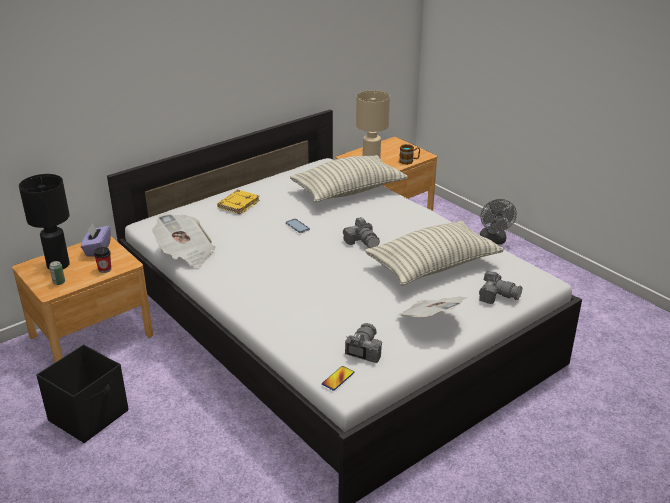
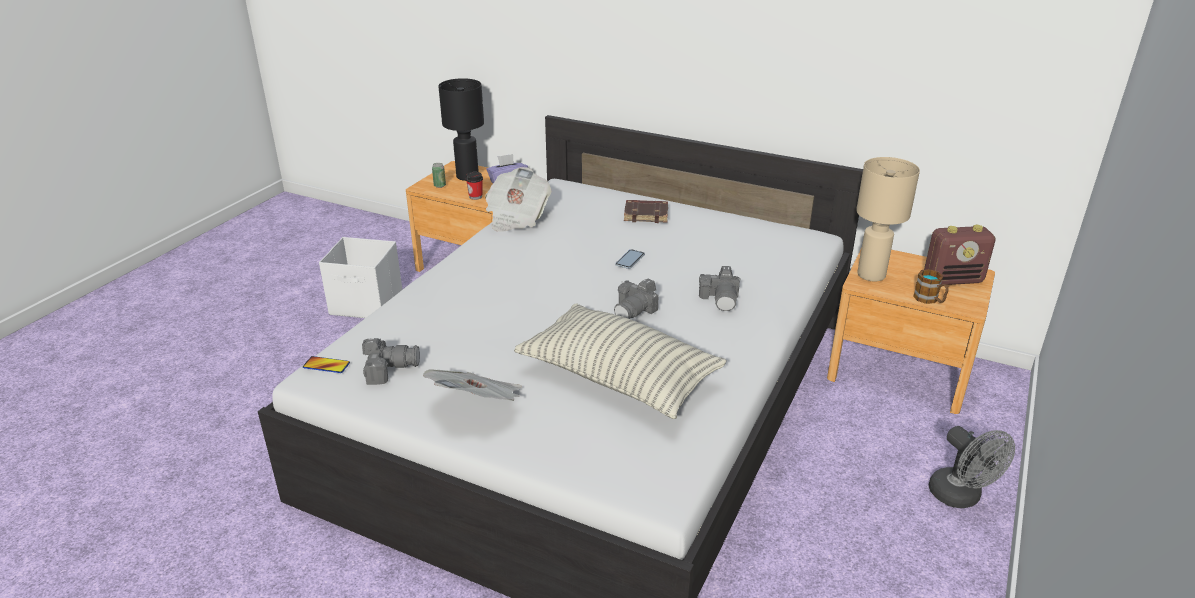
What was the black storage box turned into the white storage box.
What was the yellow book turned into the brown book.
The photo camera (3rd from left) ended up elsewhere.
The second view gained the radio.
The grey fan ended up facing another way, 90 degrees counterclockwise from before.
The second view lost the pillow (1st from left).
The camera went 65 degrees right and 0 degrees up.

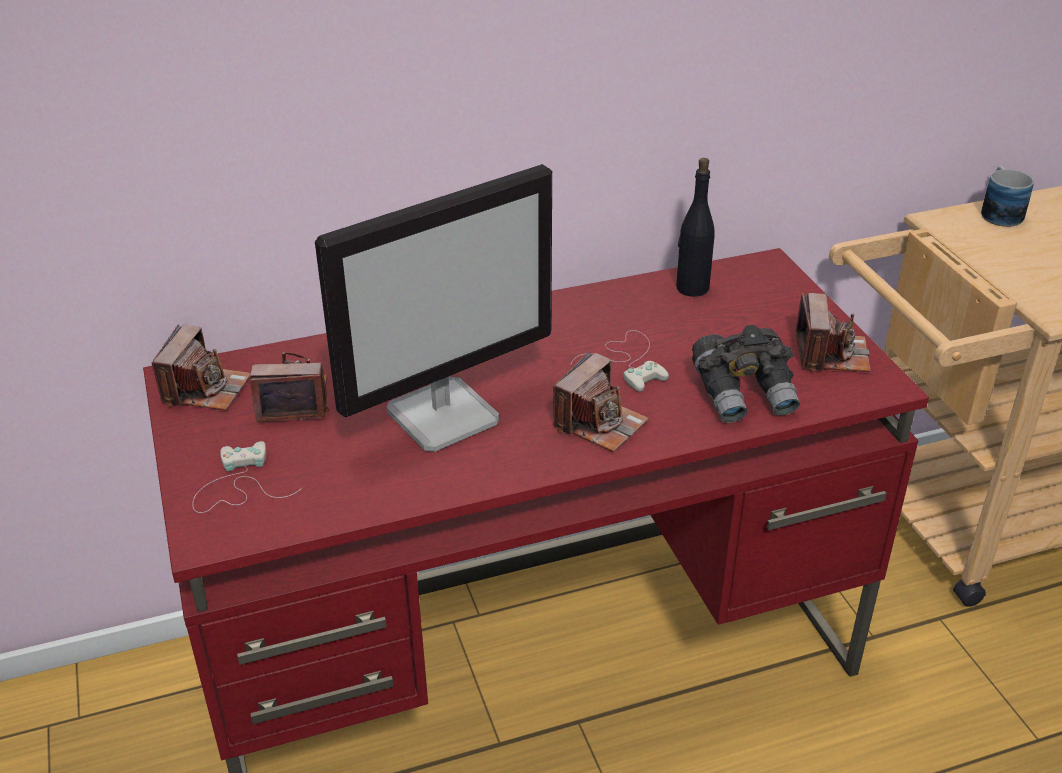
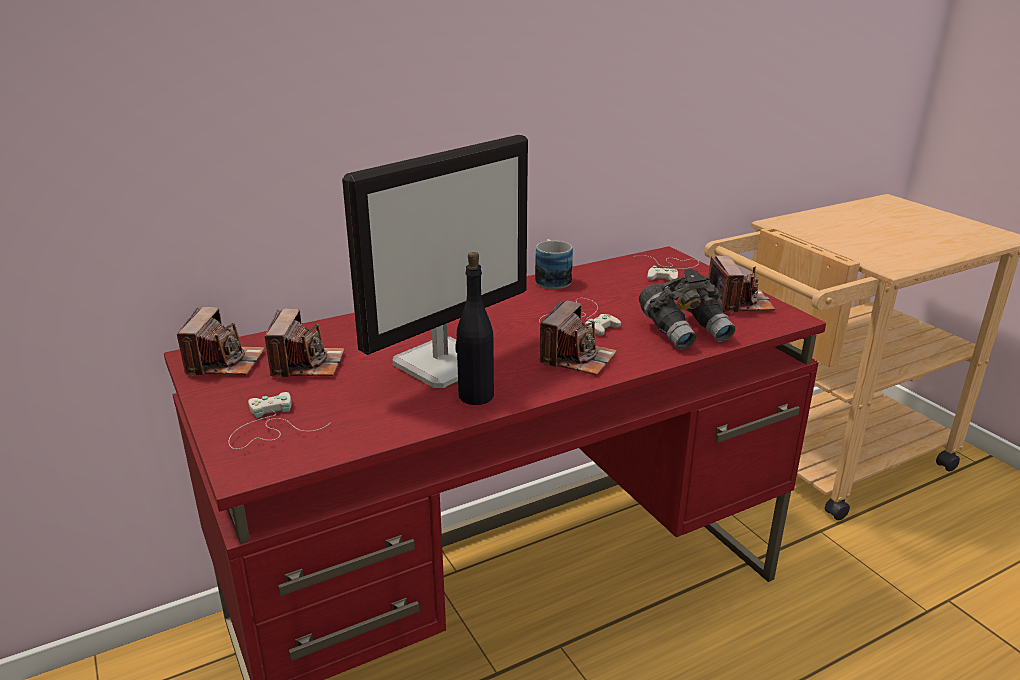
The photo camera (2nd from left) ended up facing another way, 105 degrees clockwise from before.
The black bottle ended up elsewhere.
The mug ended up elsewhere.
The second view gained the white game controller (3rd from left).
The camera went 10 degrees left and 10 degrees down.

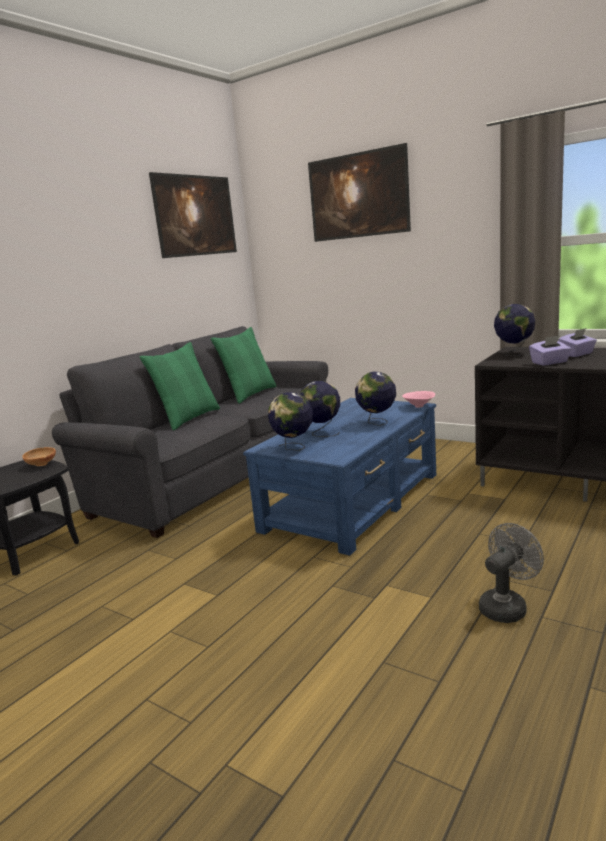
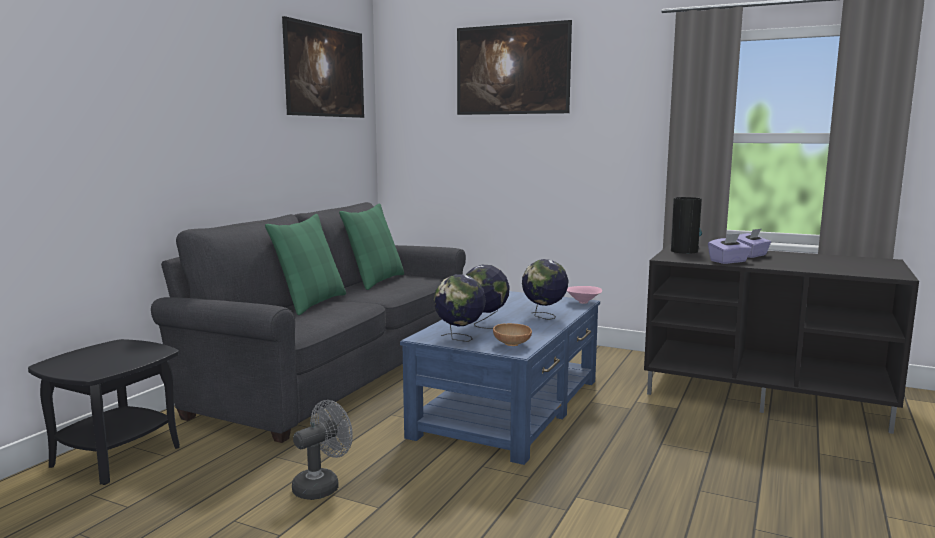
The grey fan ended up elsewhere.
The brown bowl ended up elsewhere.
Where the globe (4th from left) stood, the vase came to stand.
The camera went 10 degrees left and 5 degrees down.

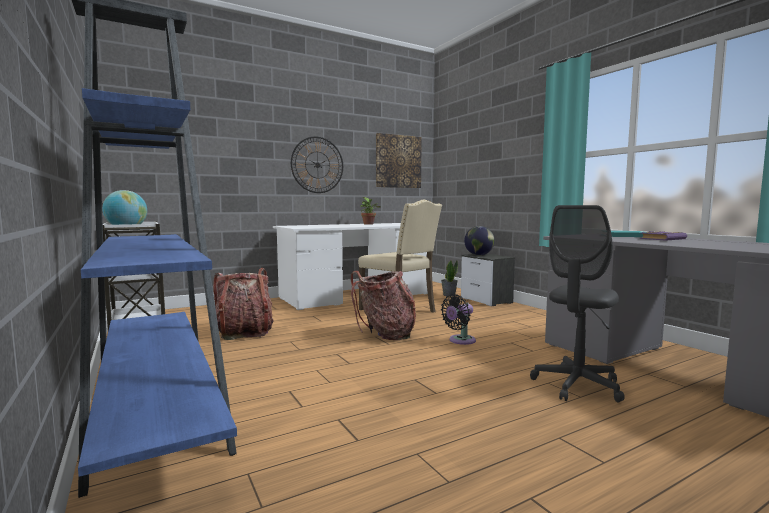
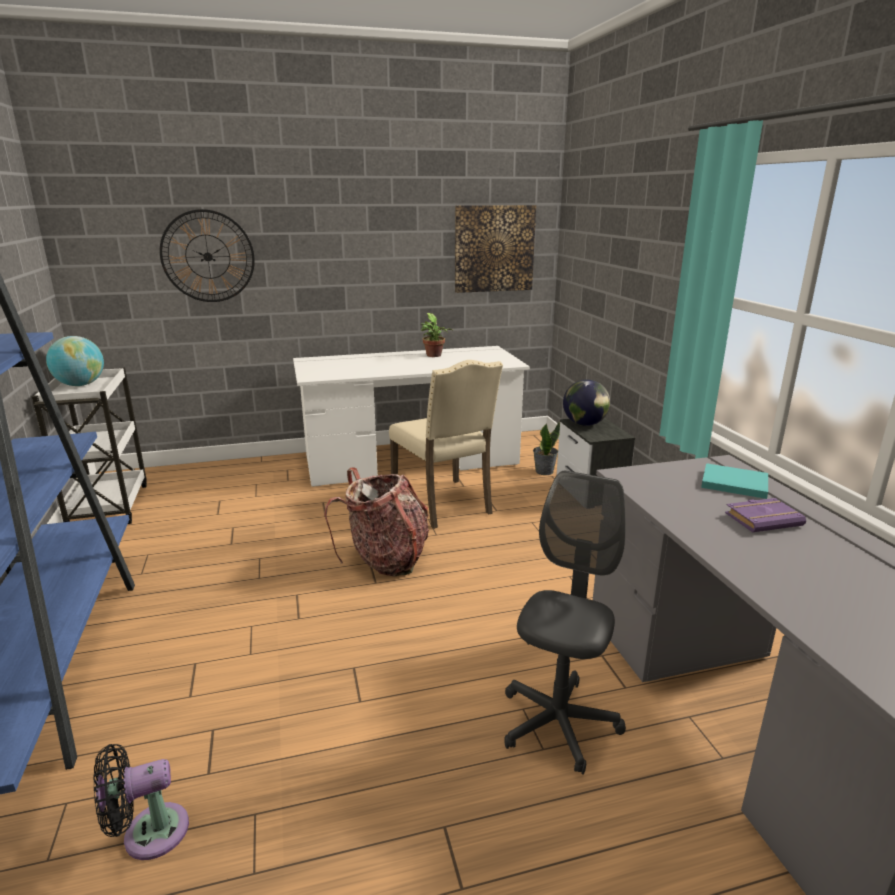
The black fan ended up elsewhere.
The wall clock ended up elsewhere.
The grey office chair ended up facing another way, 150 degrees clockwise from before.
The second view lost the backpack (1st from left).
The camera went 15 degrees right and 15 degrees up.

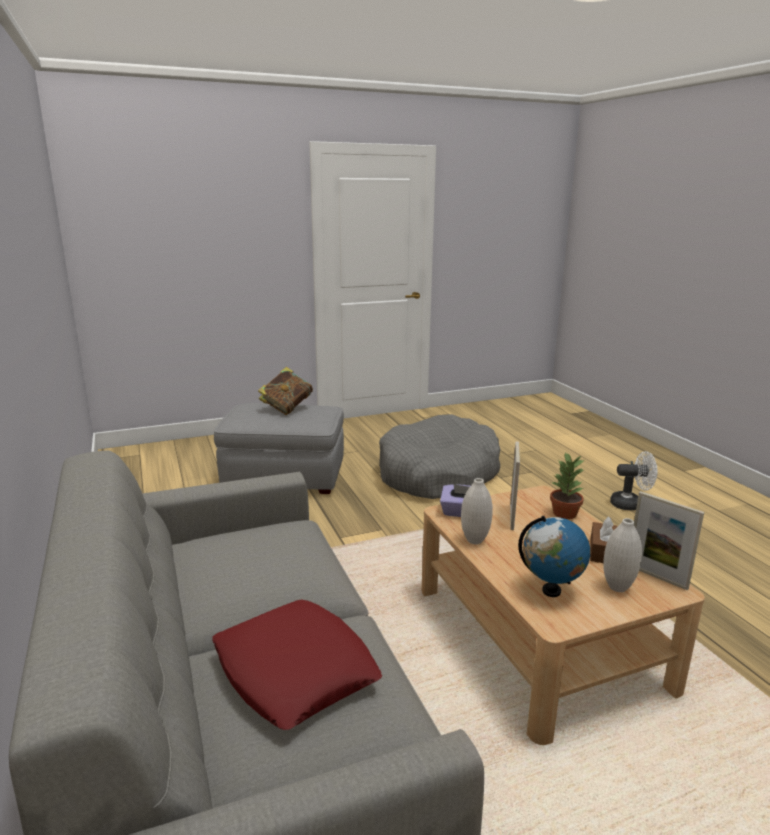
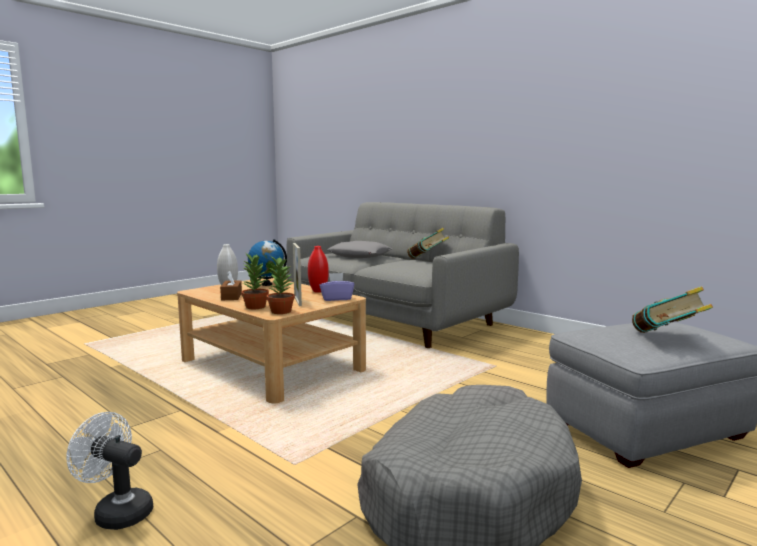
The white fan ended up facing another way, 45 degrees clockwise from before.
The second view gained the potted plant (2nd from left).
What was the white vase (1st from left) turned into the red vase.
What was the red pillow turned into the grey pillow.
The second view gained the book (1st from left).
The second view lost the picture frame (2nd from left).
The camera went 155 degrees right and 10 degrees down.

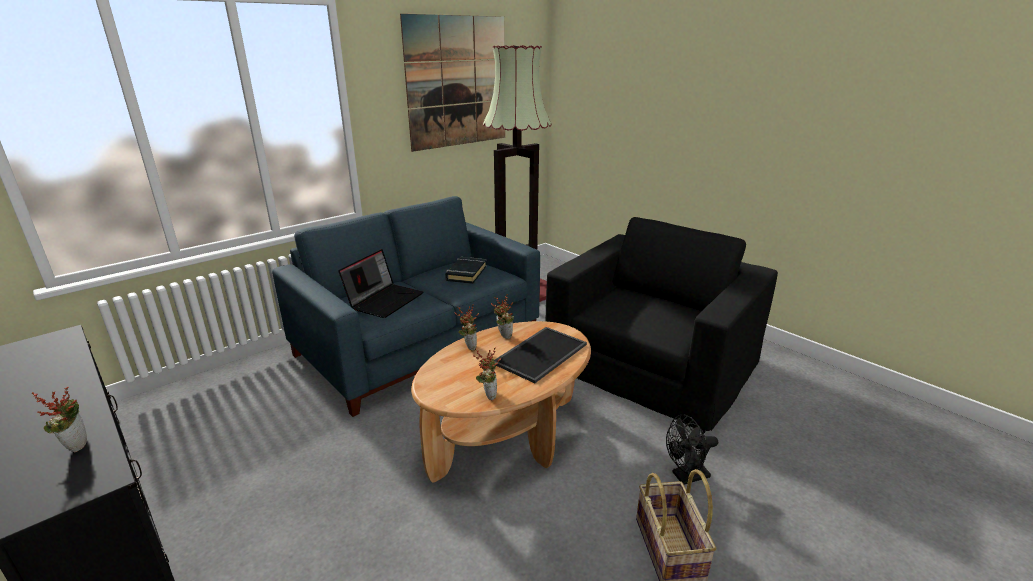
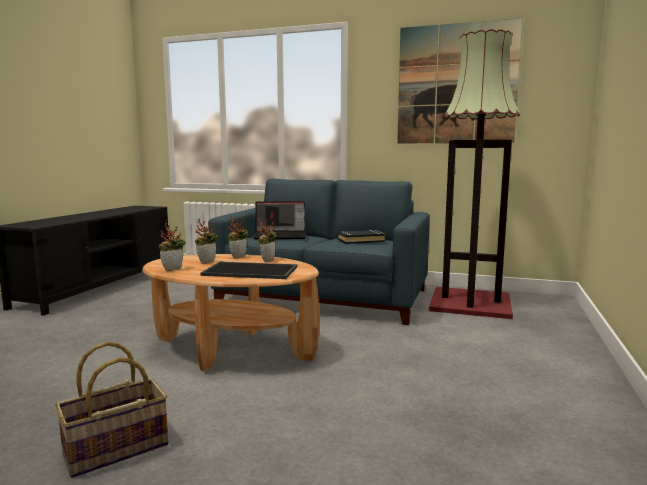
The potted plant (1st from left in the first image) ended up elsewhere.
The second view lost the black armchair.
The second view lost the black fan.
The camera went 60 degrees right and 15 degrees down.

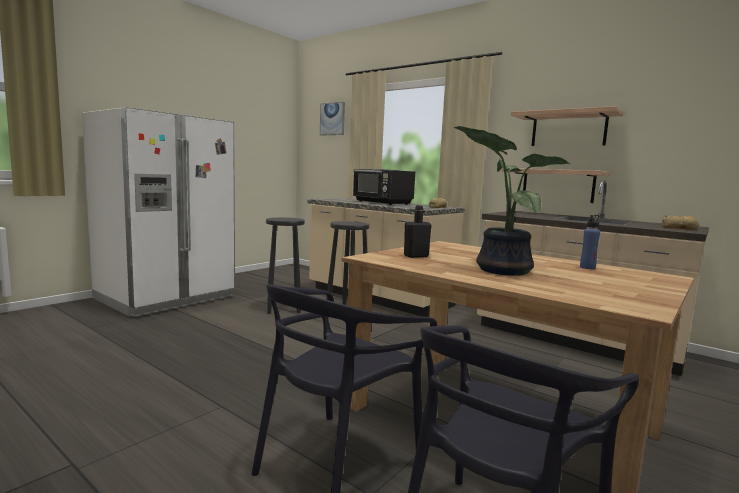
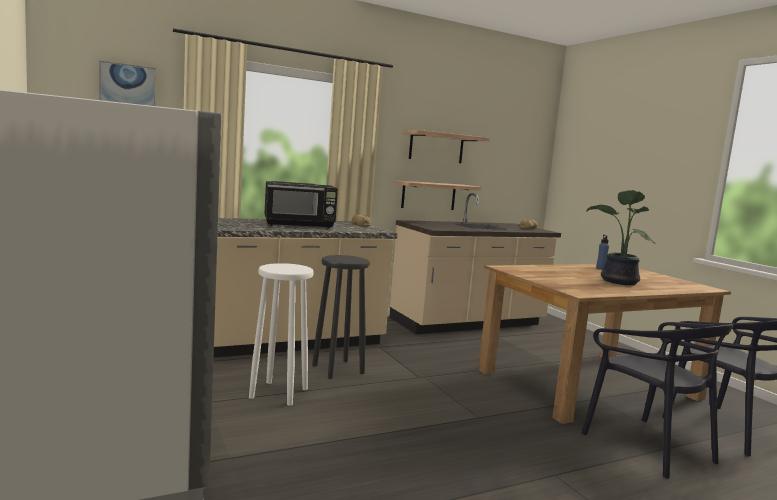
What was the black stool (1st from left) turned into the white stool.
The second view lost the black bottle.
The camera went 65 degrees left and 0 degrees up.

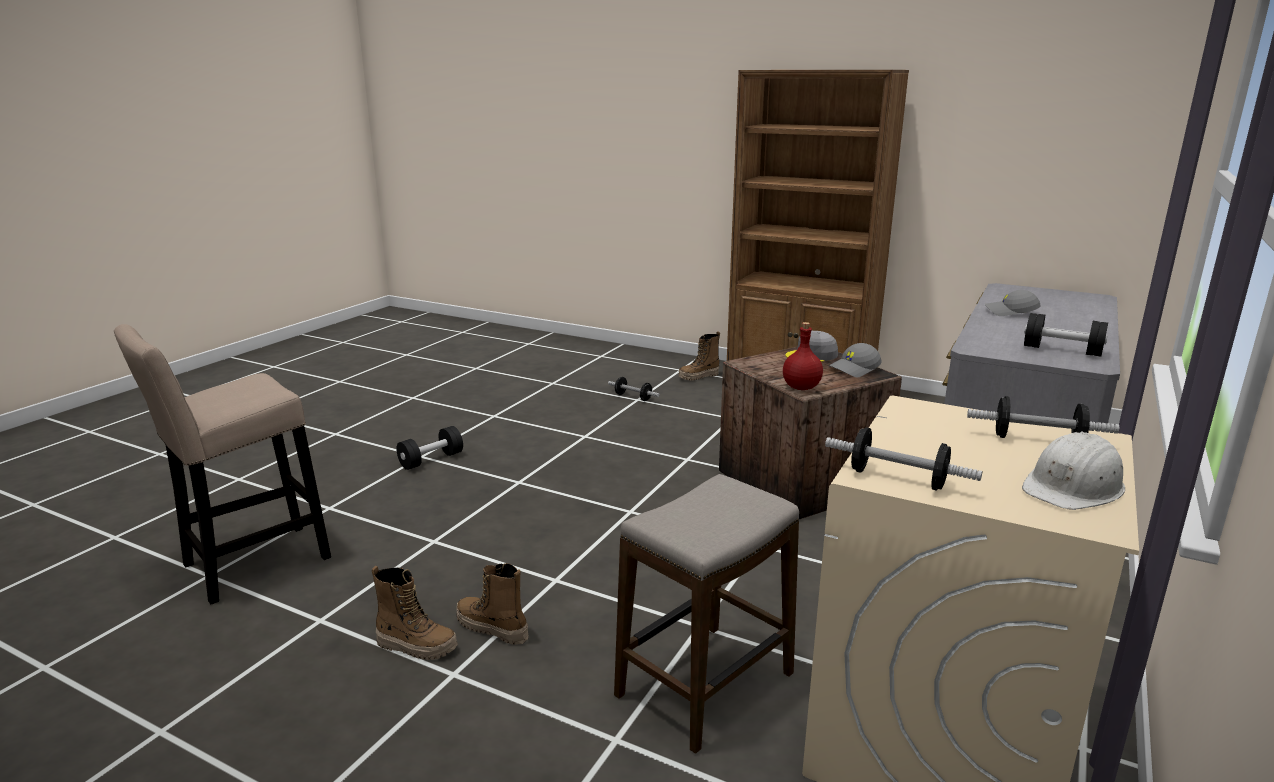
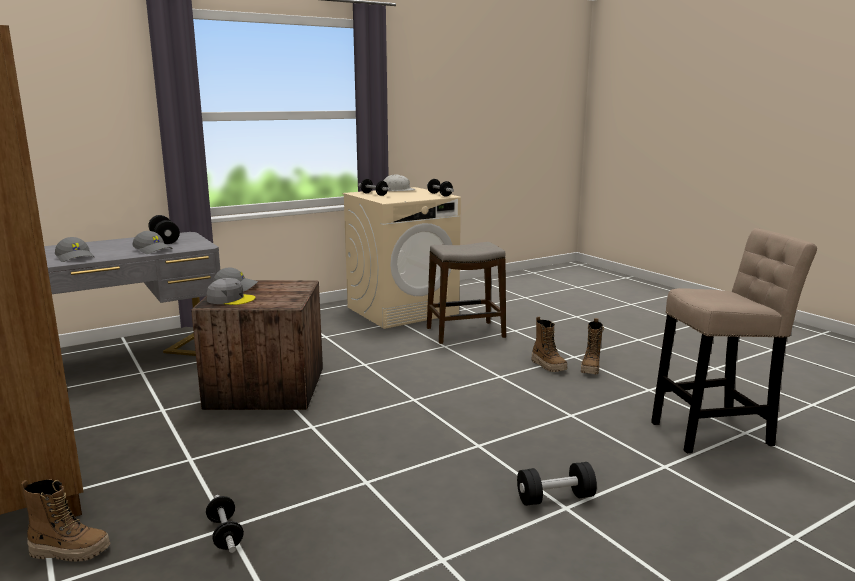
The second view gained the grey cap (2nd from left).
The boot (1st from left in the first image) ended up facing another way, 120 degrees counterclockwise from before.
The second view lost the red bottle.
The camera went 150 degrees left and 5 degrees down.

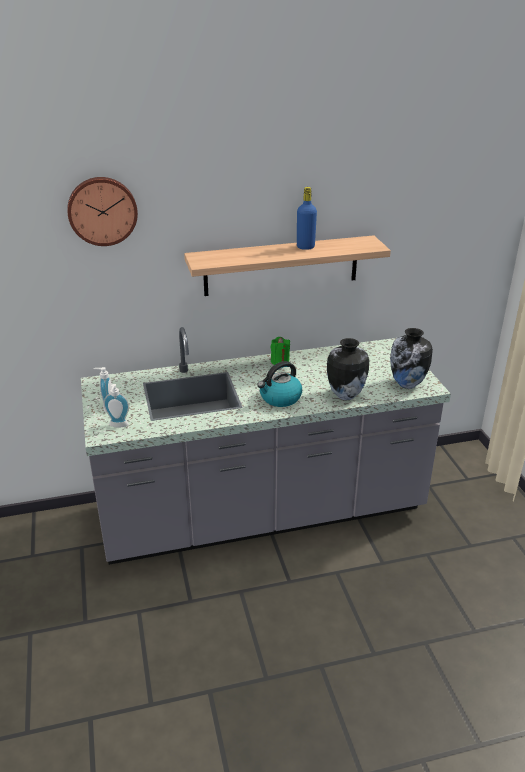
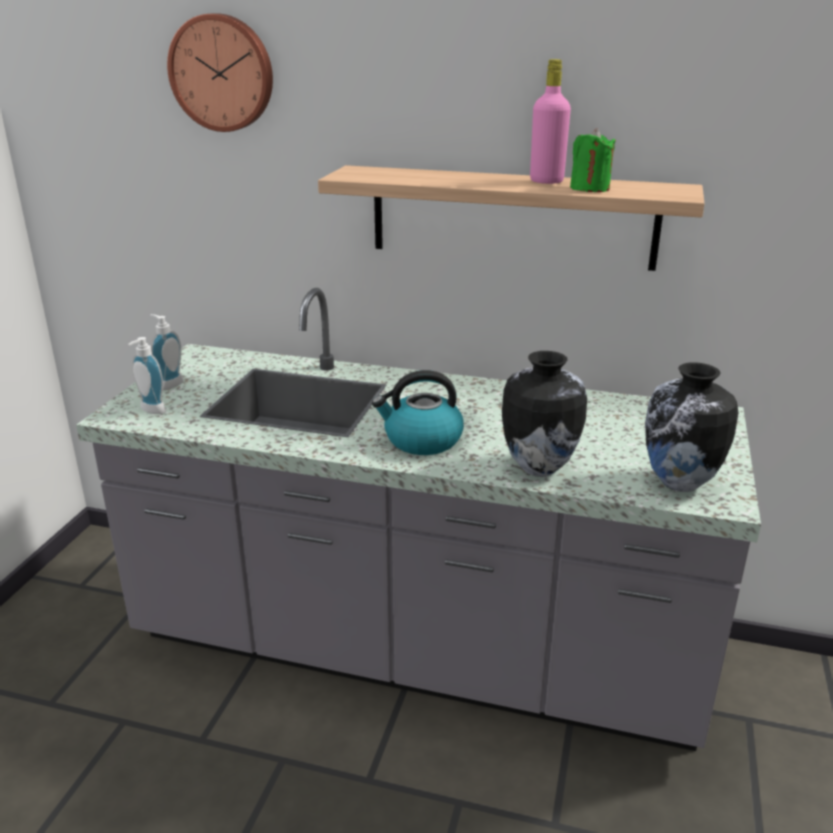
What was the blue bottle turned into the pink bottle.
The green candle ended up elsewhere.
The camera went 30 degrees right and 5 degrees down.

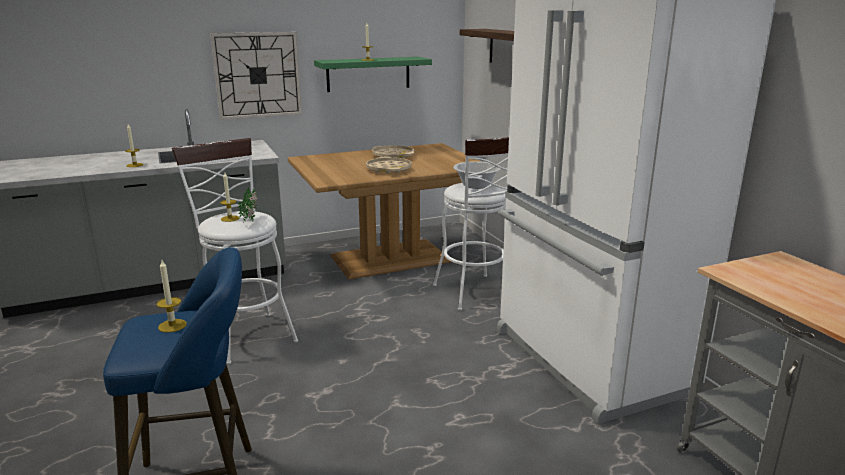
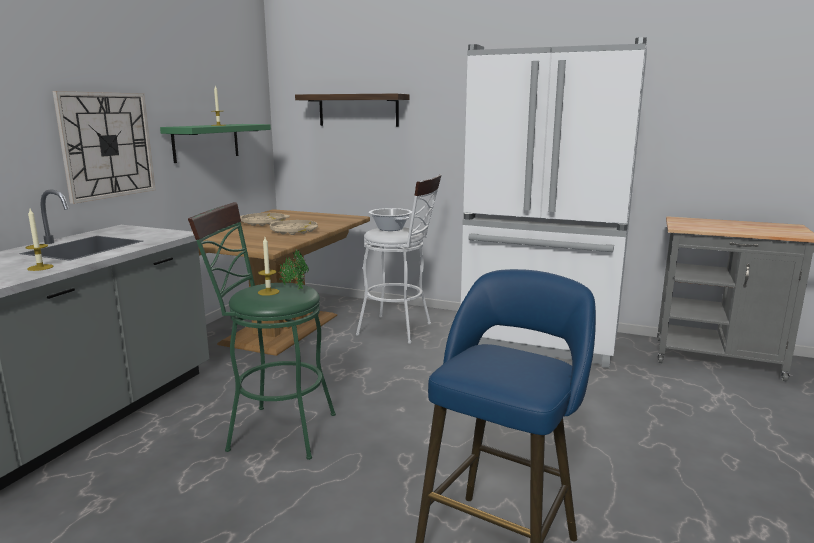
What was the white stool (1st from left) turned into the green stool.
The second view lost the candle (2nd from left).
The camera went 45 degrees left and 5 degrees down.

